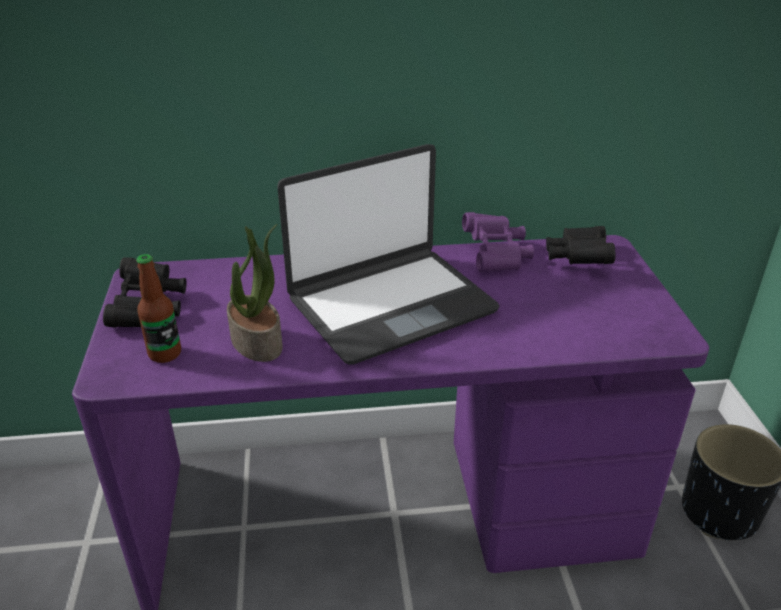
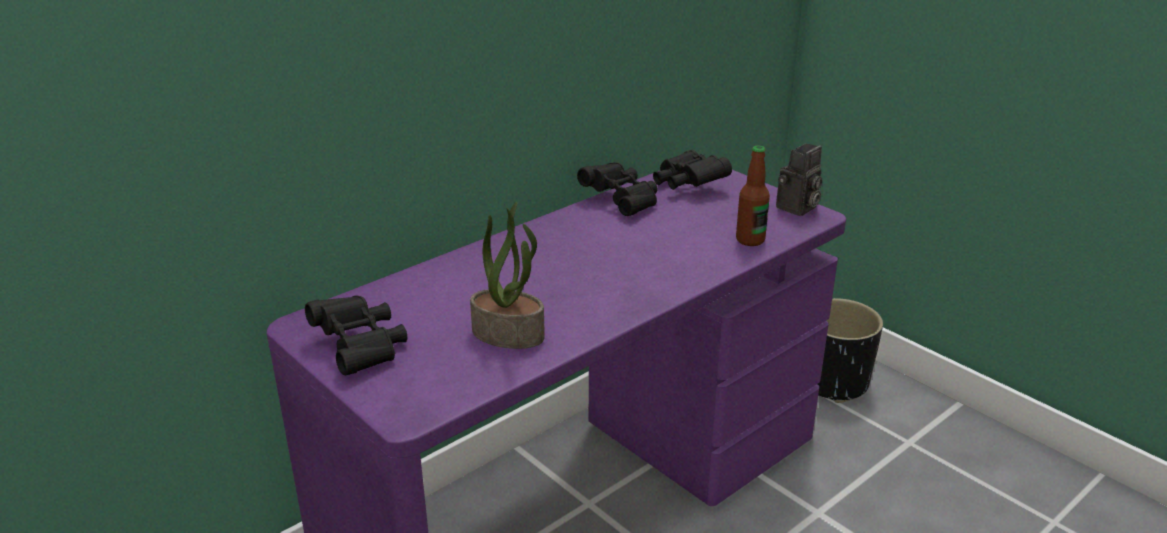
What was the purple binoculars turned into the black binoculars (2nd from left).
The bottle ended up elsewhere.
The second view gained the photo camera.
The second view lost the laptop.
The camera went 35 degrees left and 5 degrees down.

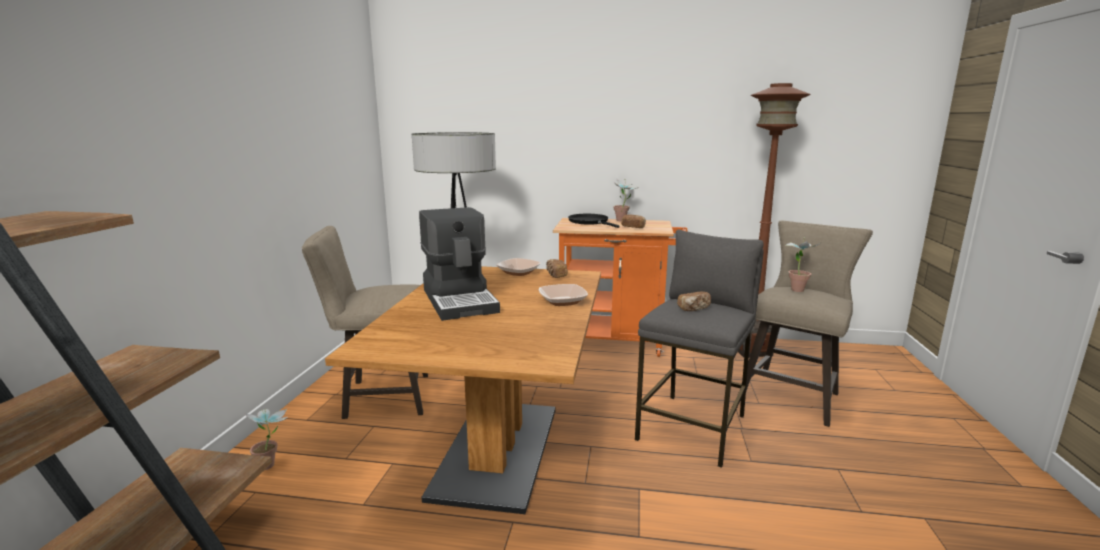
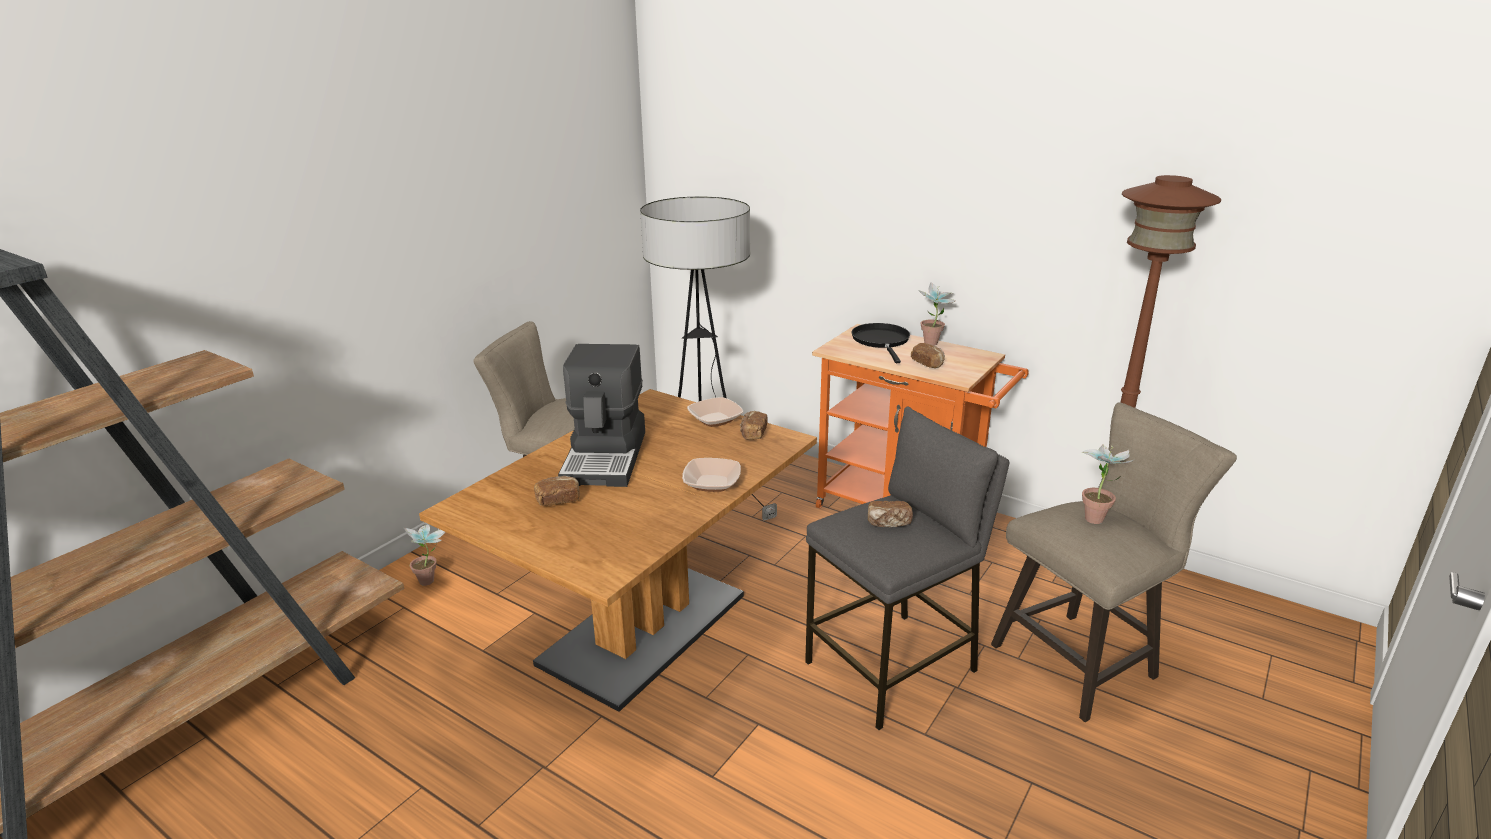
The second view gained the bread (1st from left).
The camera went 25 degrees right and 10 degrees up.

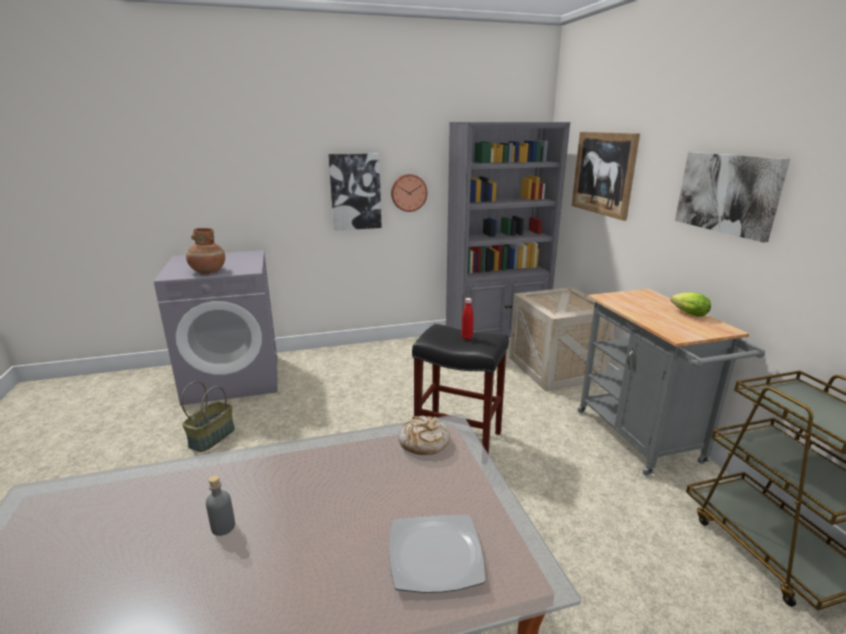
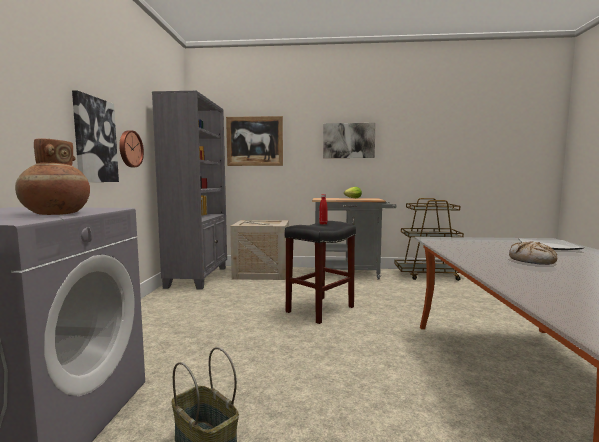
The bread ended up elsewhere.
The second view lost the grey bottle.
The camera went 70 degrees left and 15 degrees down.

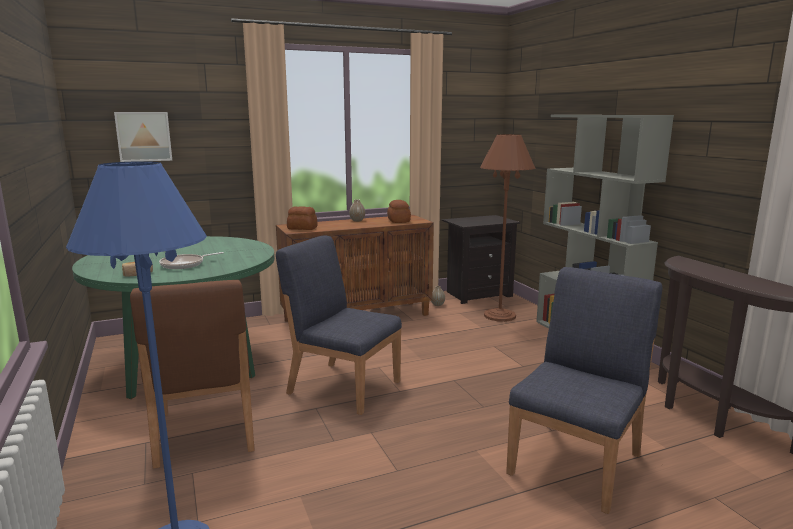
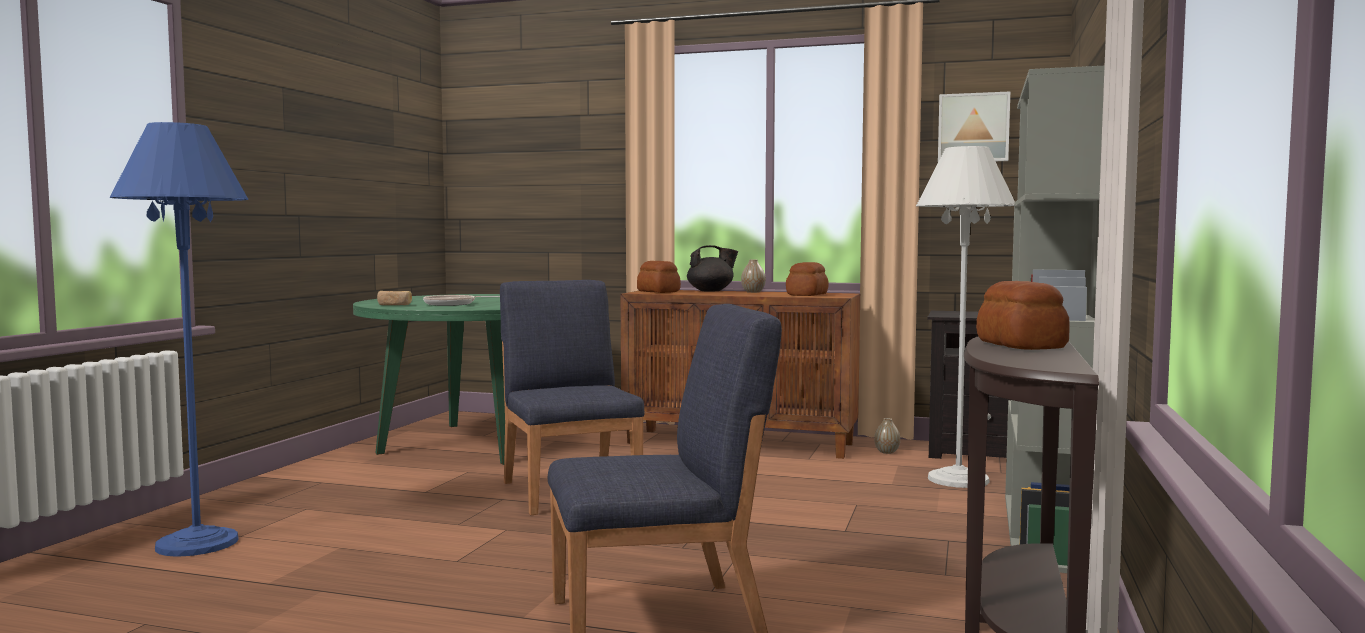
The second view gained the black teapot.
What was the brown floor lamp turned into the white floor lamp.
The picture ended up elsewhere.
The second view gained the bread (4th from left).
The second view lost the brown chair.
The camera went 40 degrees right and 10 degrees down.

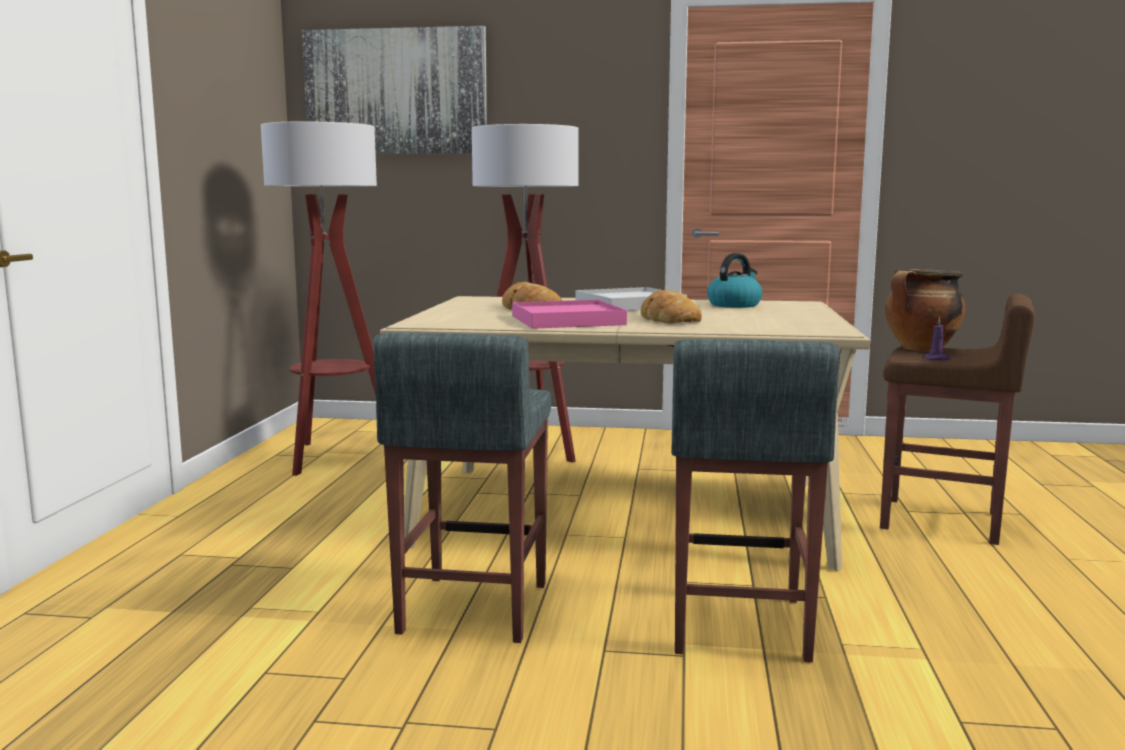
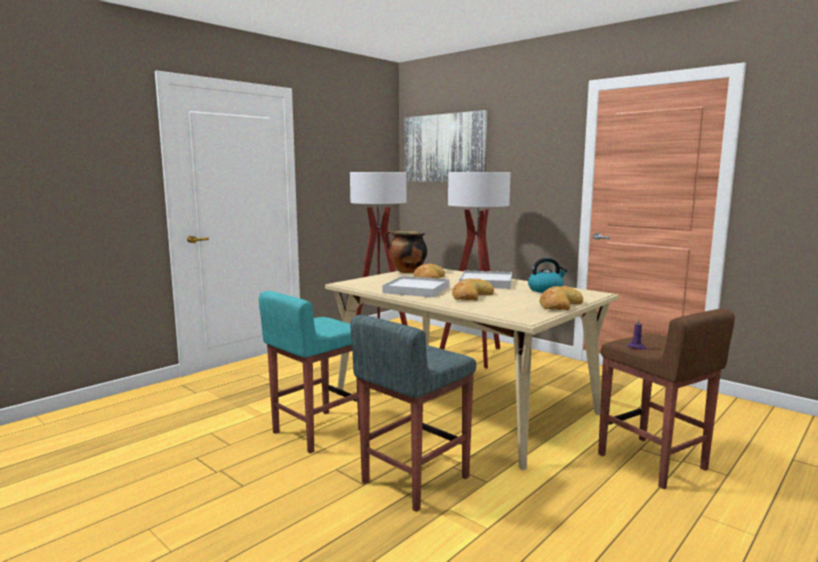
What was the grey stool (1st from left) turned into the turquoise stool.
What was the pink tray turned into the white tray (1st from left).
The cooking pot ended up elsewhere.
The second view gained the bread (3rd from left).
The camera went 35 degrees right and 0 degrees up.

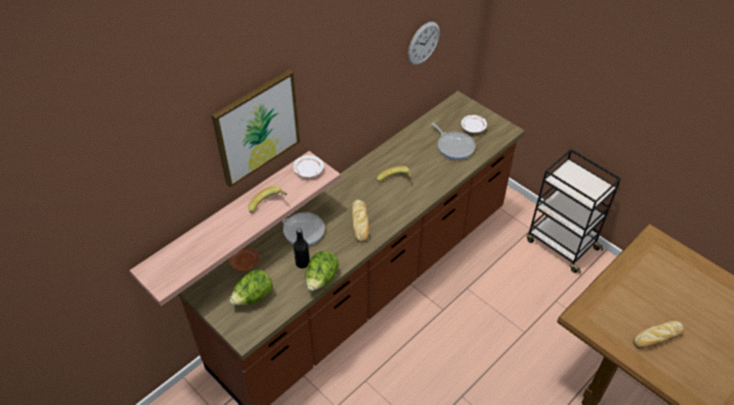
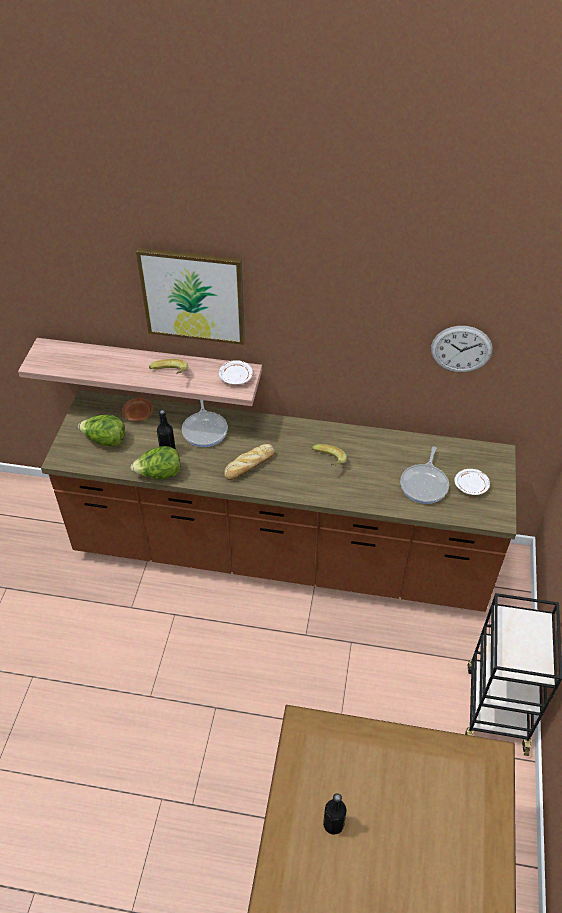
Where the bread (2nd from left) stood, the black bottle (2nd from left) came to stand.
The camera went 55 degrees right and 0 degrees up.

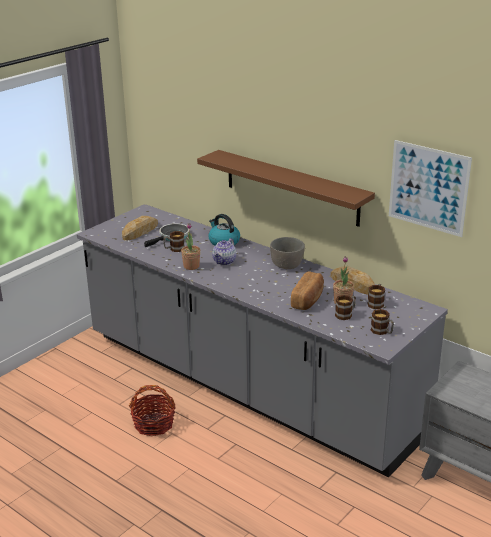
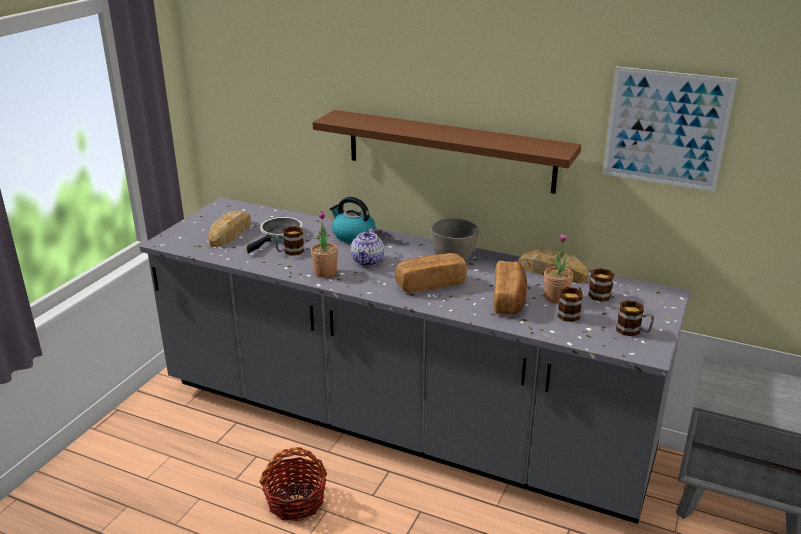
The second view gained the bread (2nd from left).
The camera went 15 degrees left and 0 degrees up.

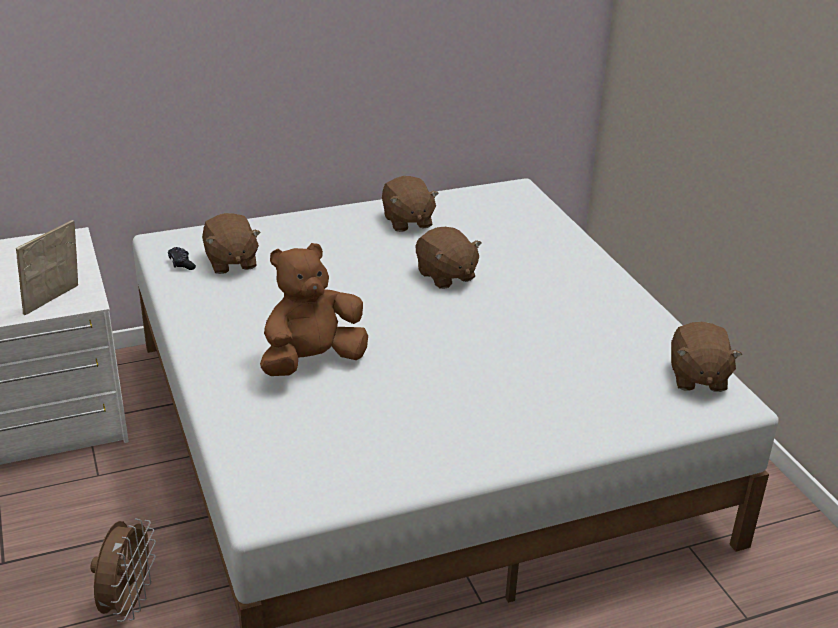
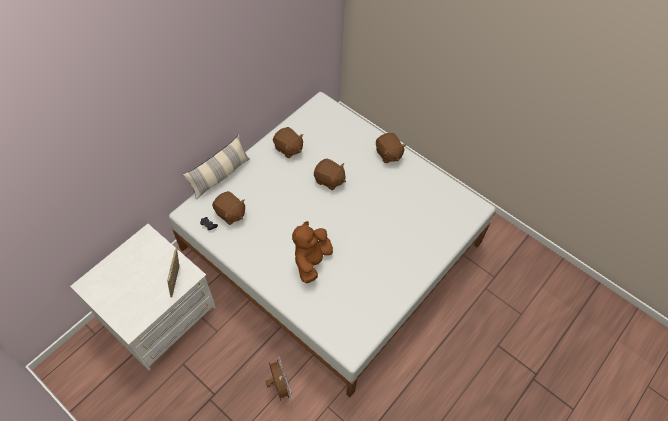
The second view gained the pillow.
The brown plush toy (5th from left) ended up elsewhere.
The camera went 30 degrees left and 25 degrees up.

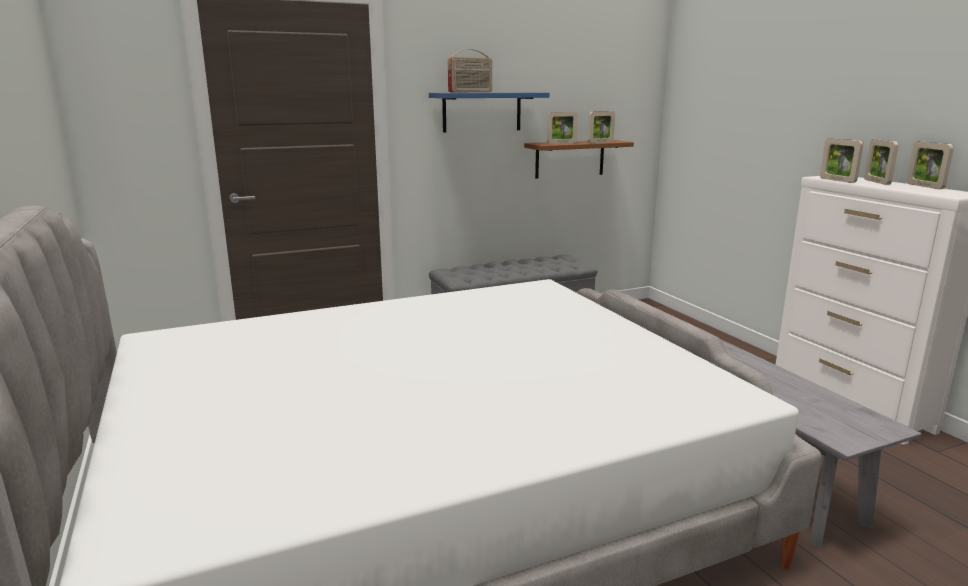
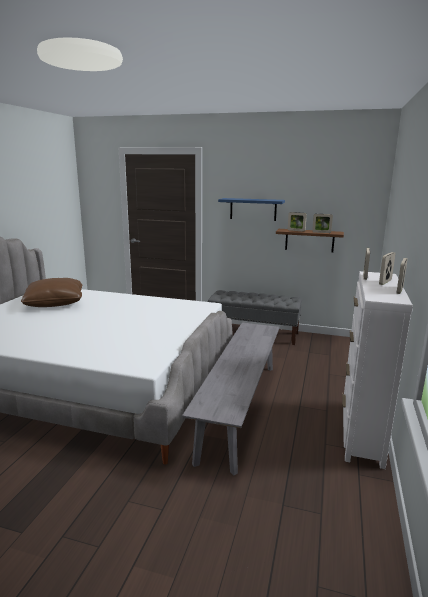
The second view gained the brown pillow.
The second view lost the radio.
The camera went 40 degrees right and 0 degrees up.

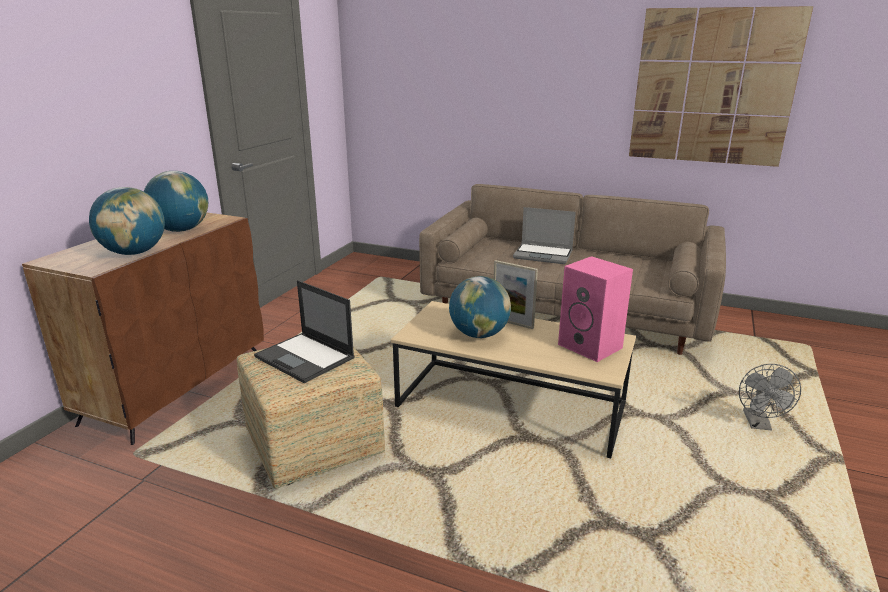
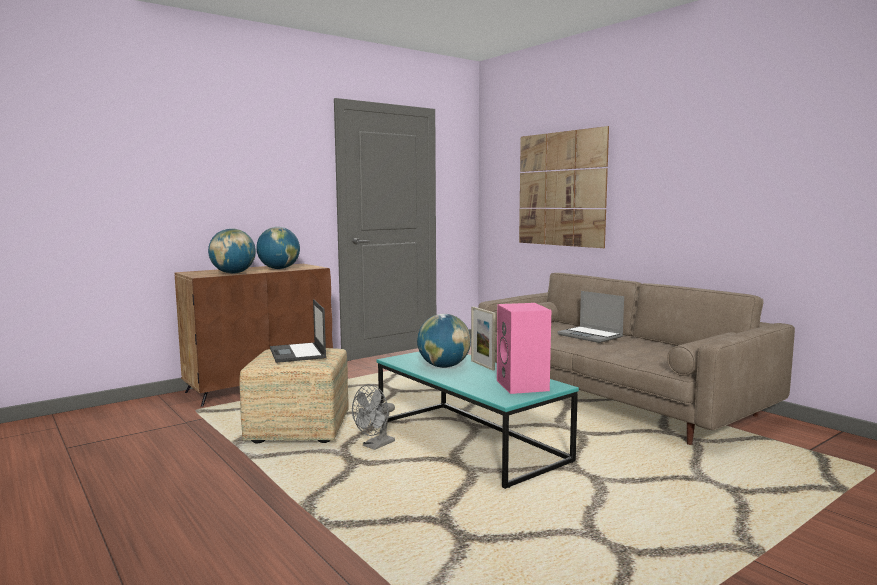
The grey fan ended up elsewhere.
What was the beige coffee table turned into the turquoise coffee table.
The picture ended up elsewhere.
The camera went 30 degrees right and 15 degrees down.

